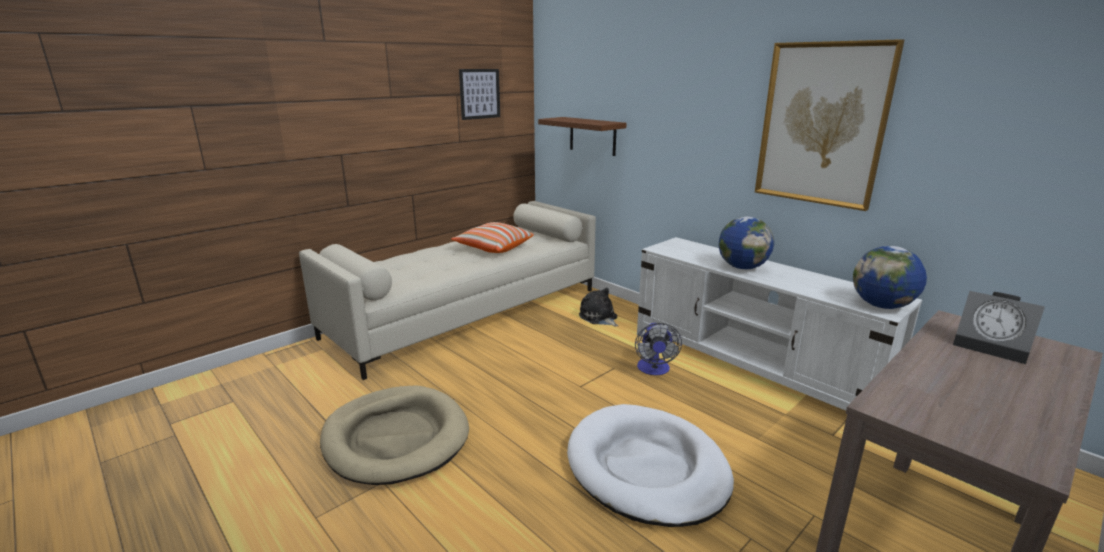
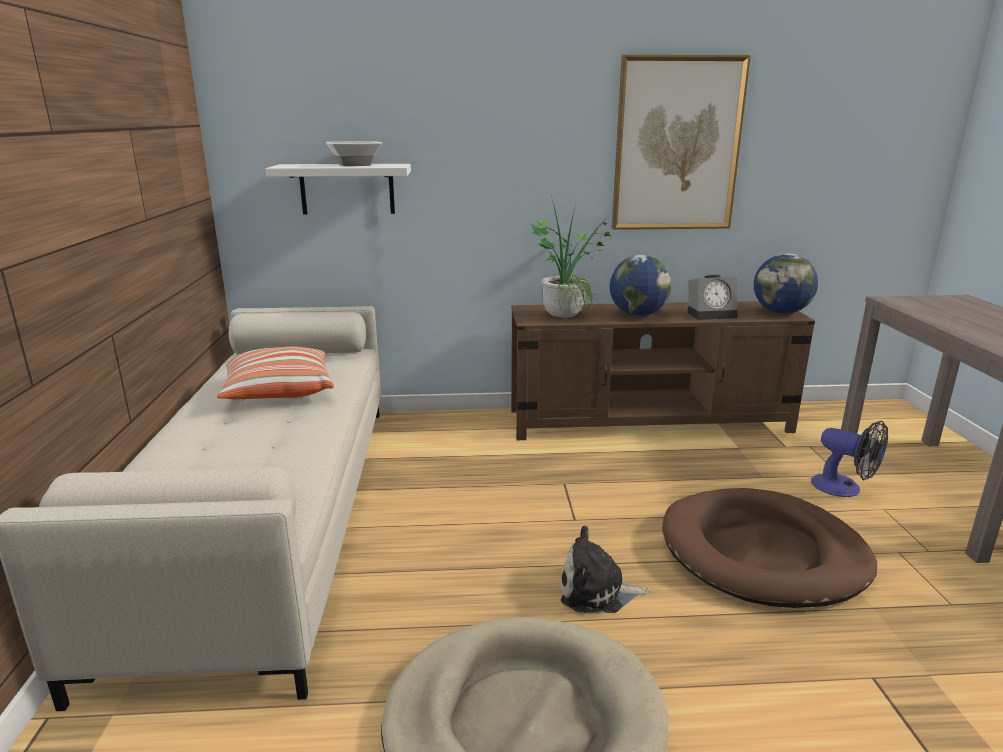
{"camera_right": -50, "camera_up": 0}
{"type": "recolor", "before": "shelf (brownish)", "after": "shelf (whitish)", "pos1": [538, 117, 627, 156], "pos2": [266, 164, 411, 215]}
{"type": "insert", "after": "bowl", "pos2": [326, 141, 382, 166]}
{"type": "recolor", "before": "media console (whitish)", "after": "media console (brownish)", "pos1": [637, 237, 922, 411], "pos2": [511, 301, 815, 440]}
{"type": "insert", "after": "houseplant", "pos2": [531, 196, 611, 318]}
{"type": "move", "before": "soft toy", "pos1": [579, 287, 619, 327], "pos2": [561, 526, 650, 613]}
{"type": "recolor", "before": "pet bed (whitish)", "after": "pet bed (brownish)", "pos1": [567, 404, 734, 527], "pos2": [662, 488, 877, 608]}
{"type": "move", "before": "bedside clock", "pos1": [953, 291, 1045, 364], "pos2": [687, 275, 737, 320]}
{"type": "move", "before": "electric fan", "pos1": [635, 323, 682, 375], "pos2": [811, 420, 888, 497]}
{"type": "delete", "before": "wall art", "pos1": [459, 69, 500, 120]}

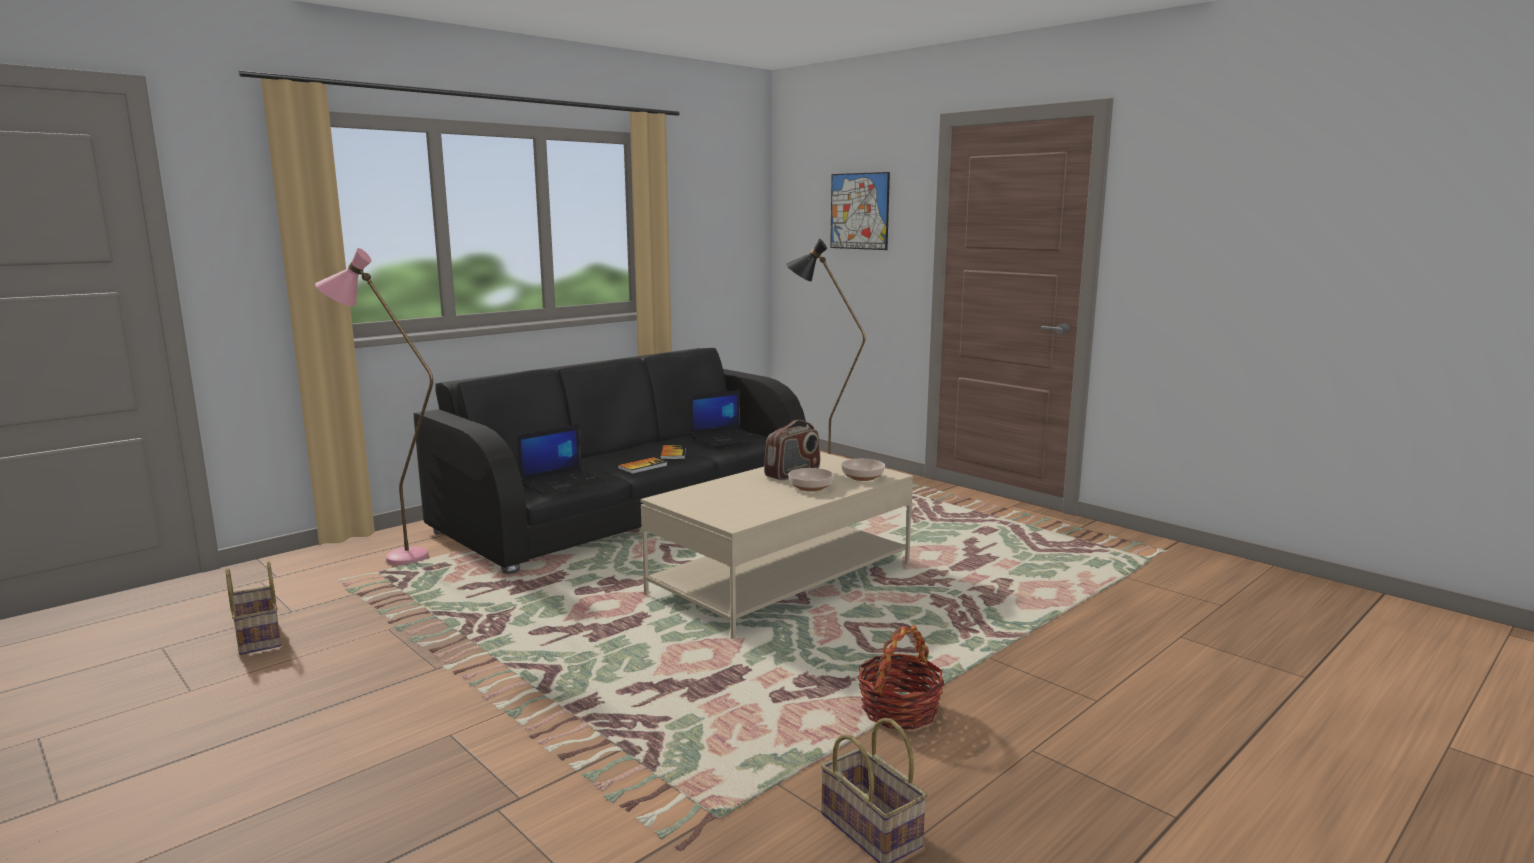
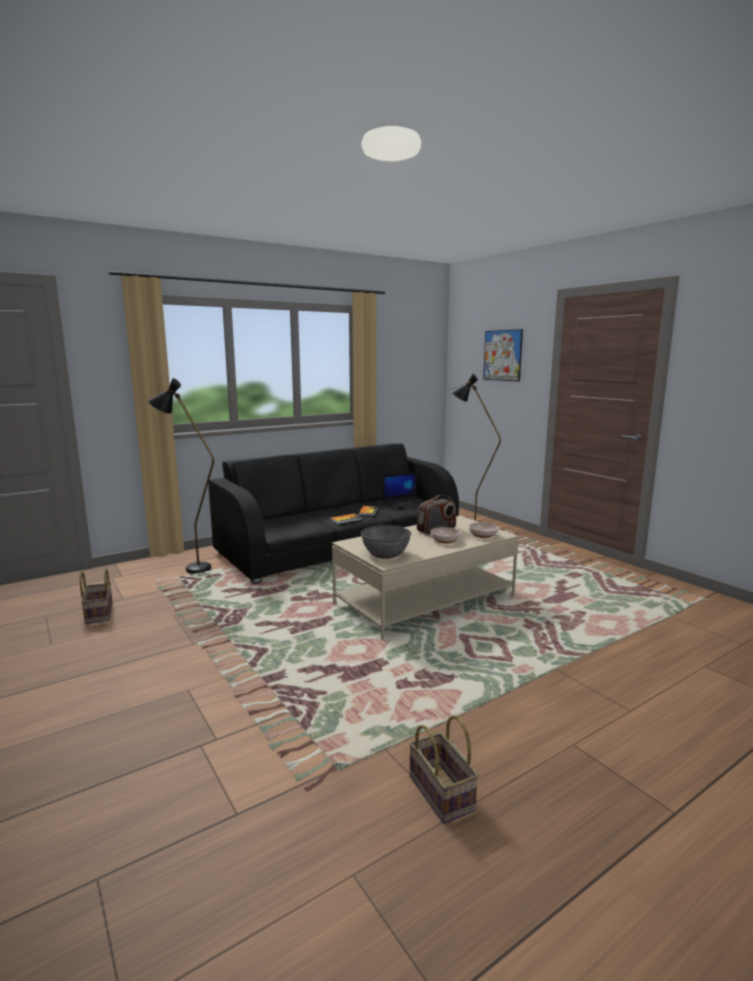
{"camera_right": 10, "camera_up": 0}
{"type": "recolor", "before": "standard lamp (pink-coloured)", "after": "standard lamp (black)", "pos1": [315, 248, 433, 565], "pos2": [148, 378, 214, 574]}
{"type": "insert", "after": "bowl (gray)", "pos2": [361, 525, 411, 559]}
{"type": "delete", "before": "portable computer", "pos1": [517, 424, 606, 496]}
{"type": "delete", "before": "basket", "pos1": [858, 625, 944, 730]}

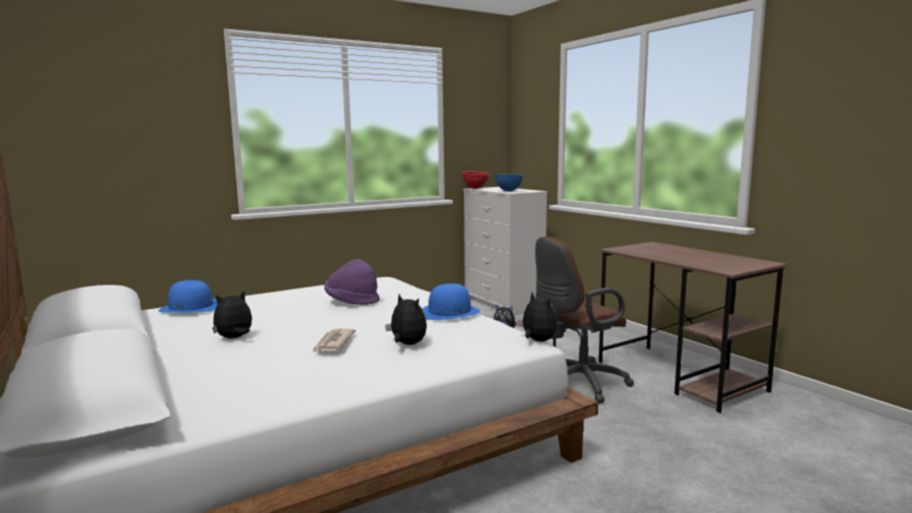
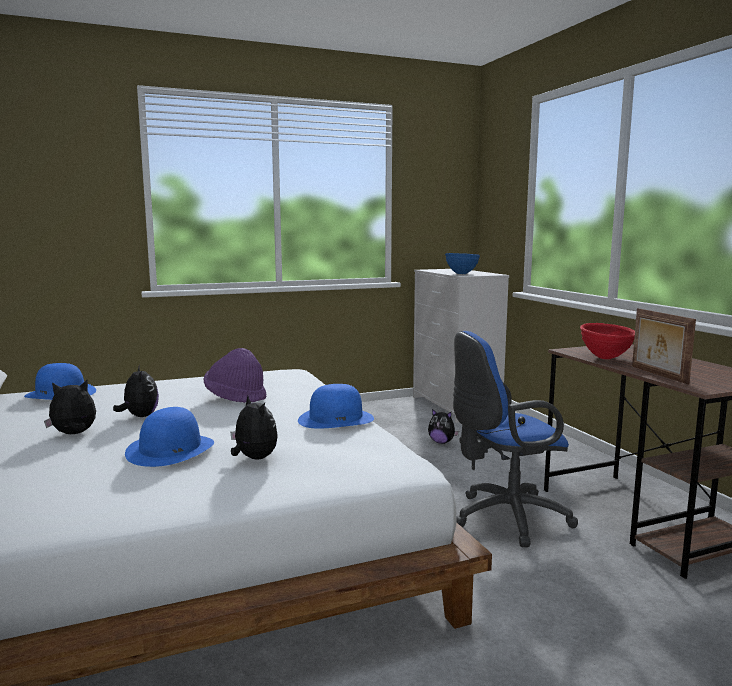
{"camera_right": 10, "camera_up": 0}
{"type": "move", "before": "soft toy", "pos1": [517, 292, 557, 342], "pos2": [113, 365, 159, 417]}
{"type": "replace", "before": "newspaper", "after": "hat (blue)", "pos1": [312, 329, 356, 353], "pos2": [125, 407, 214, 467]}
{"type": "recolor", "before": "computer chair (brownish)", "after": "computer chair (blue)", "pos1": [535, 236, 634, 403], "pos2": [453, 331, 578, 547]}
{"type": "move", "before": "bowl (reddish)", "pos1": [462, 171, 489, 189], "pos2": [580, 323, 635, 359]}
{"type": "insert", "after": "photo frame", "pos2": [632, 308, 696, 384]}

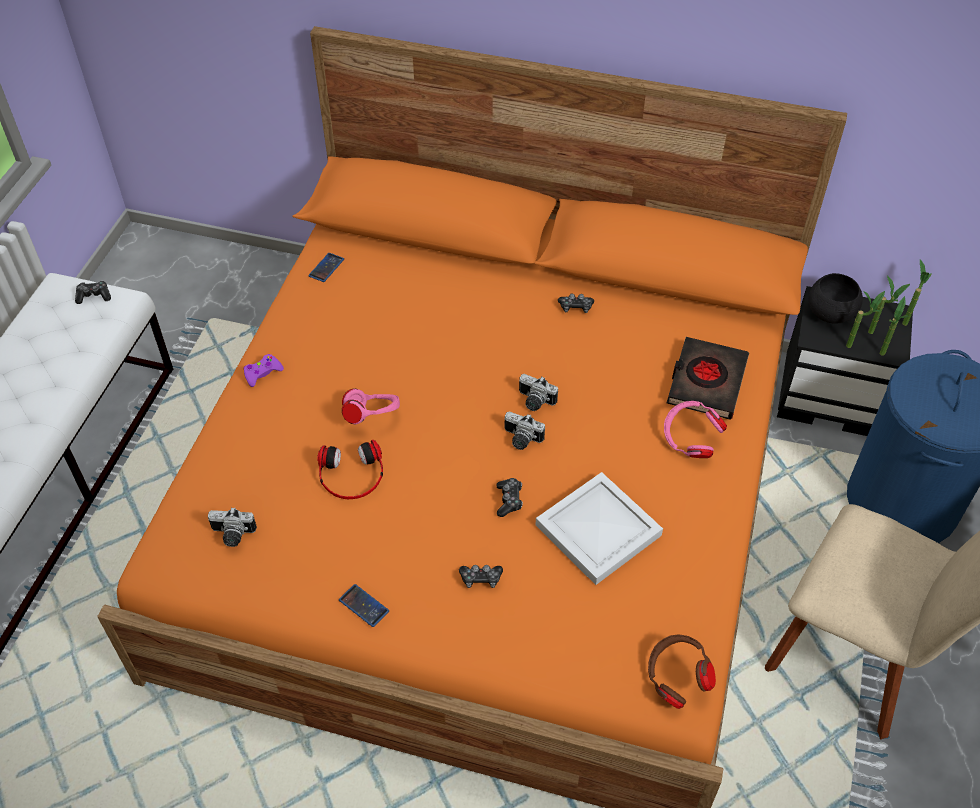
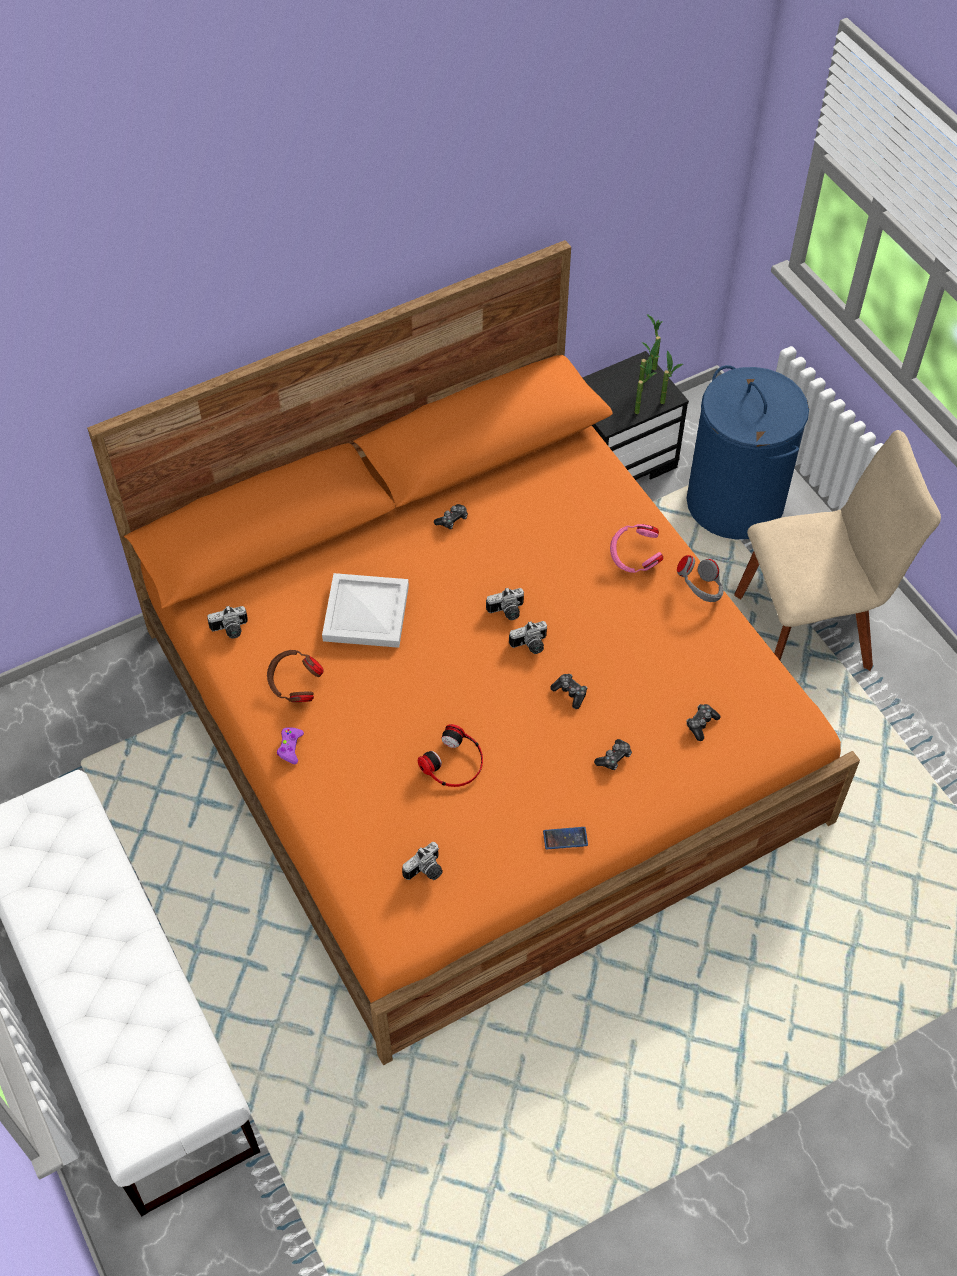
{"camera_right": -45, "camera_up": 5}
{"type": "replace", "before": "phone", "after": "still camera", "pos1": [308, 253, 344, 282], "pos2": [207, 606, 248, 638]}
{"type": "move", "before": "headphones (brownish)", "pos1": [648, 634, 716, 709], "pos2": [267, 650, 324, 702]}
{"type": "move", "before": "serving tray (whitish)", "pos1": [536, 472, 663, 585], "pos2": [322, 573, 409, 648]}
{"type": "insert", "after": "headphones (gray)", "pos2": [677, 555, 724, 602]}
{"type": "move", "before": "joypad", "pos1": [75, 281, 111, 304], "pos2": [686, 704, 721, 741]}
{"type": "delete", "before": "headphones (pink-coloured)", "pos1": [342, 389, 400, 425]}
{"type": "delete", "before": "bound book (black)", "pos1": [667, 337, 749, 420]}
{"type": "delete", "before": "bowl (black)", "pos1": [808, 273, 863, 323]}

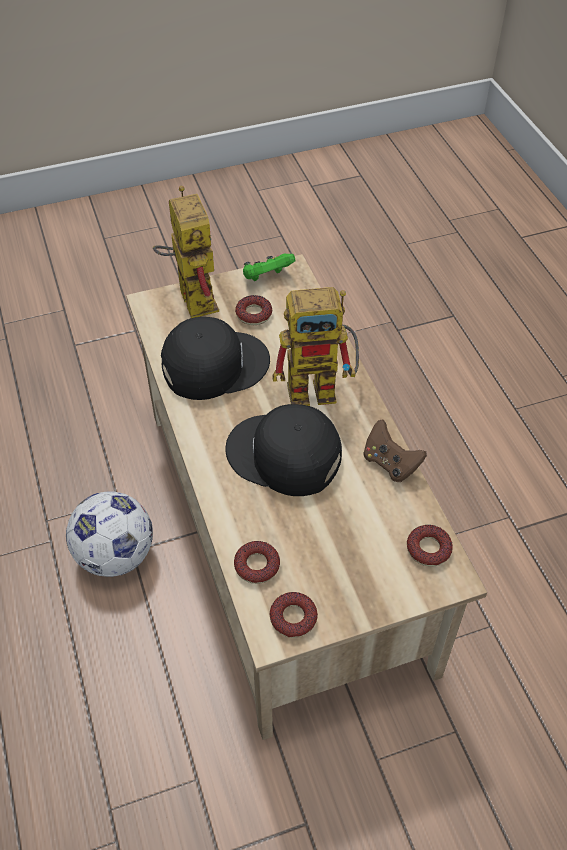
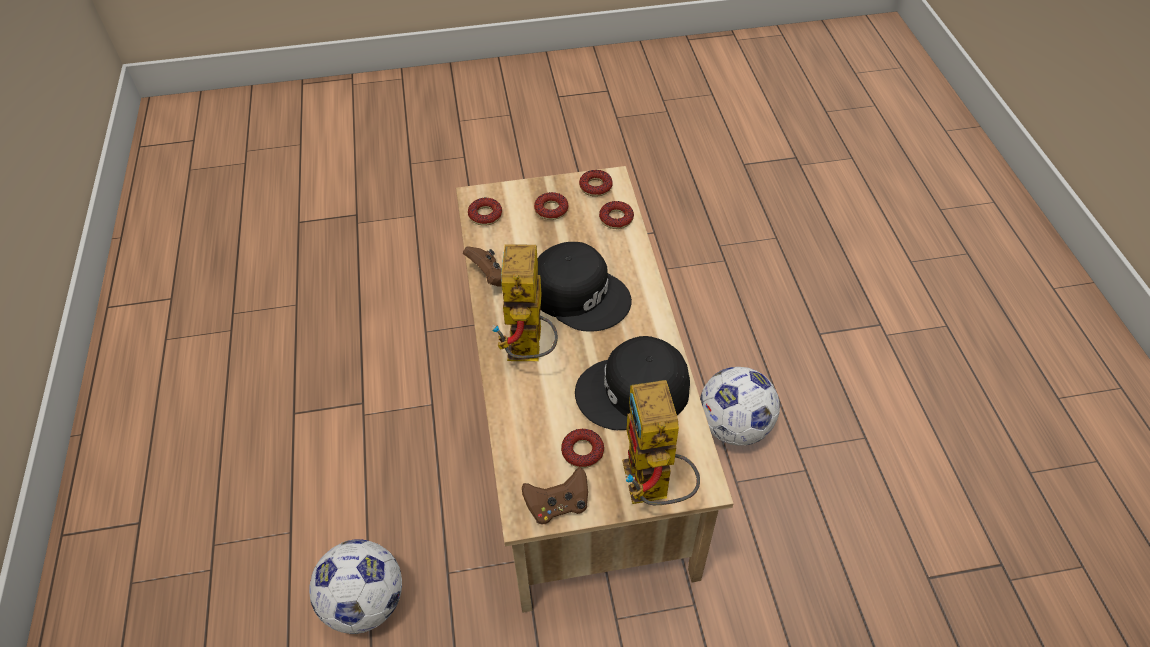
{"camera_right": -170, "camera_up": 0}
{"type": "insert", "after": "football", "pos2": [309, 539, 402, 634]}
{"type": "rotate", "before": "model robot", "pos1": [272, 287, 359, 406], "pos2": [492, 244, 558, 361], "turn": -90}
{"type": "recolor", "before": "joypad (green-coloured)", "after": "joypad (brownish)", "pos1": [243, 254, 295, 281], "pos2": [522, 467, 588, 524]}
{"type": "insert", "after": "ring doughnut", "pos2": [534, 192, 568, 220]}

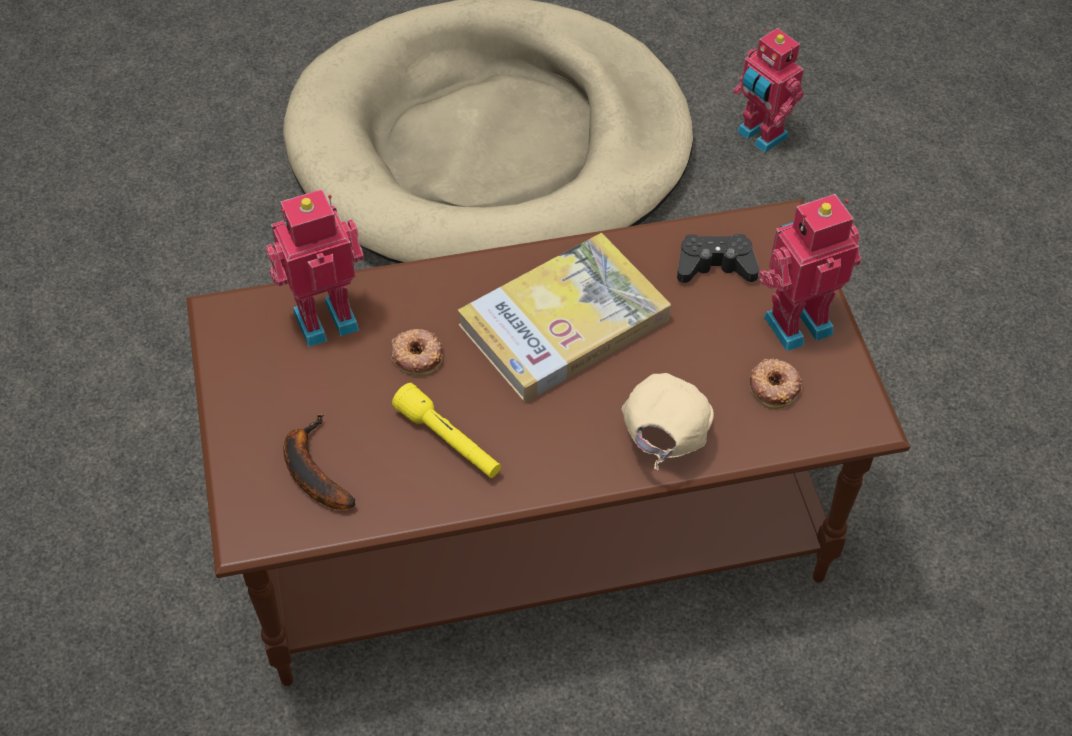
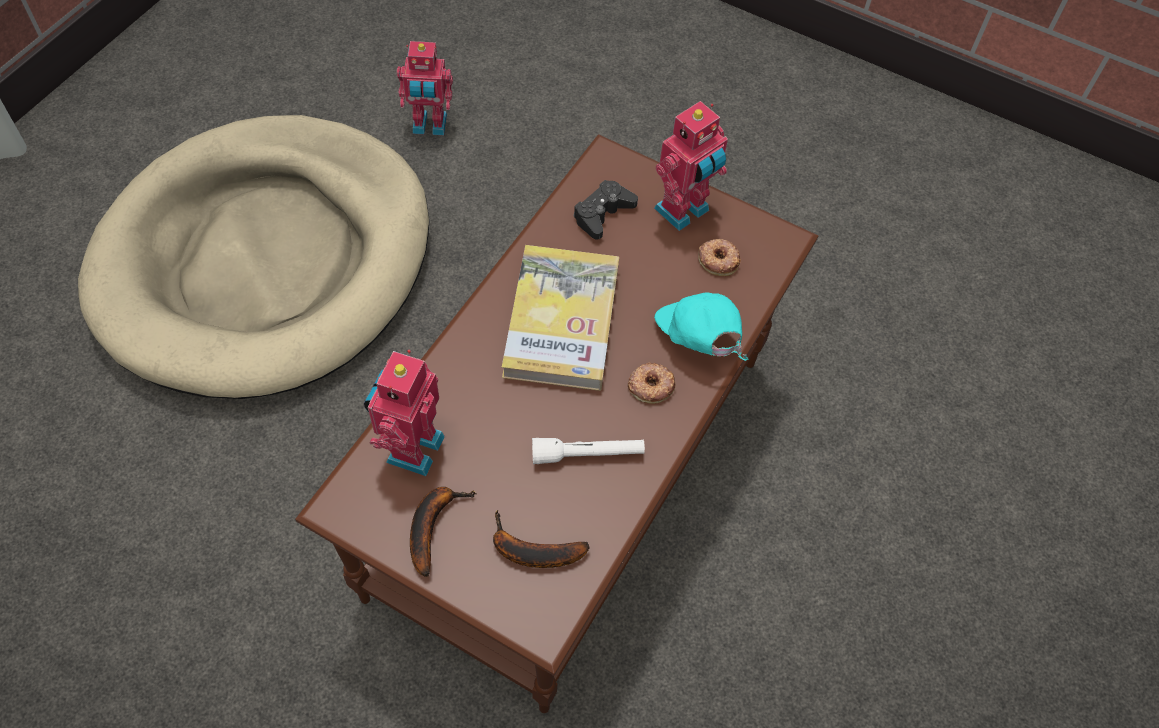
{"camera_right": -50, "camera_up": 5}
{"type": "insert", "after": "whole banana", "pos2": [410, 487, 476, 577]}
{"type": "recolor", "before": "hand torch (yellow)", "after": "hand torch (whitish)", "pos1": [392, 383, 501, 478], "pos2": [532, 438, 645, 464]}
{"type": "move", "before": "ring doughnut", "pos1": [391, 329, 443, 376], "pos2": [628, 362, 675, 404]}
{"type": "rotate", "before": "model robot", "pos1": [758, 194, 861, 351], "pos2": [654, 101, 728, 231], "turn": -150}
{"type": "recolor", "before": "cap (beige-coloured)", "after": "cap (turquoise)", "pos1": [621, 373, 714, 470], "pos2": [654, 292, 749, 361]}

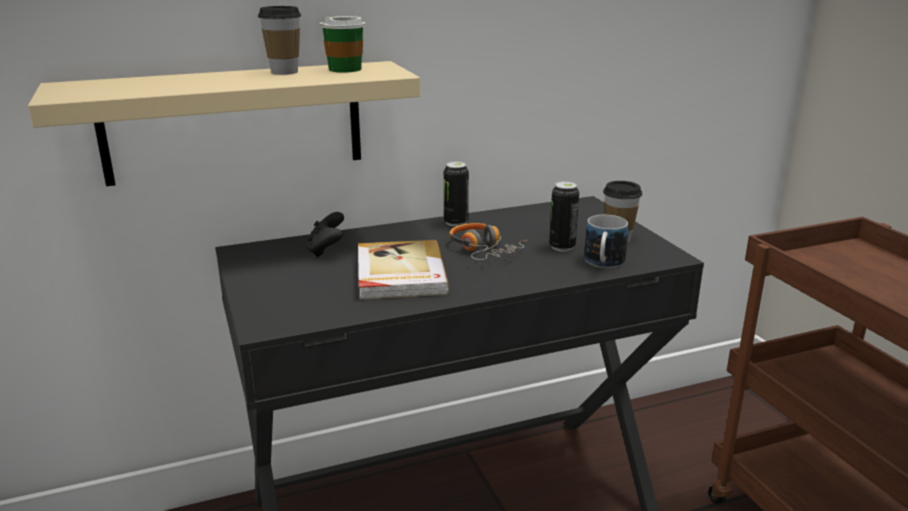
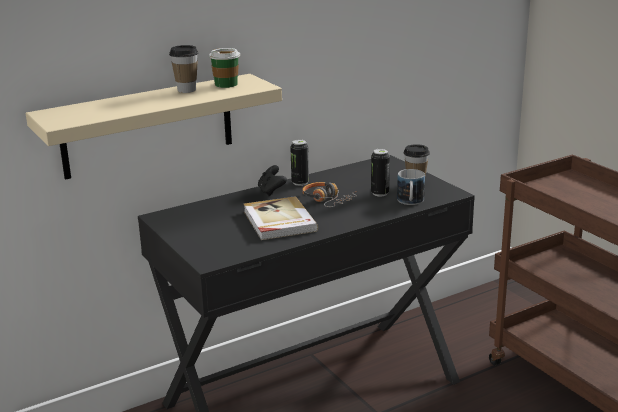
{"camera_right": -10, "camera_up": 0}
{"type": "move", "before": "joypad (black)", "pos1": [307, 212, 344, 257], "pos2": [258, 165, 287, 196]}

